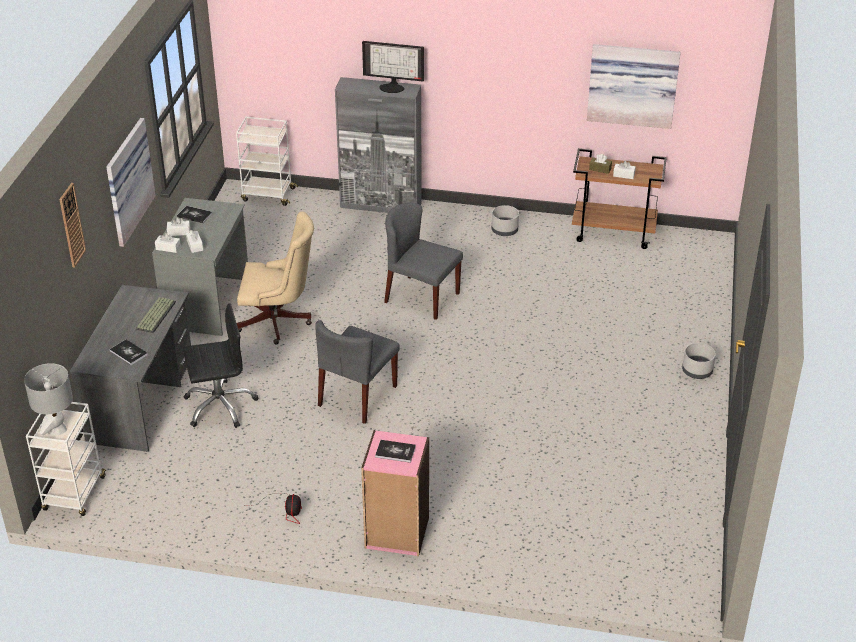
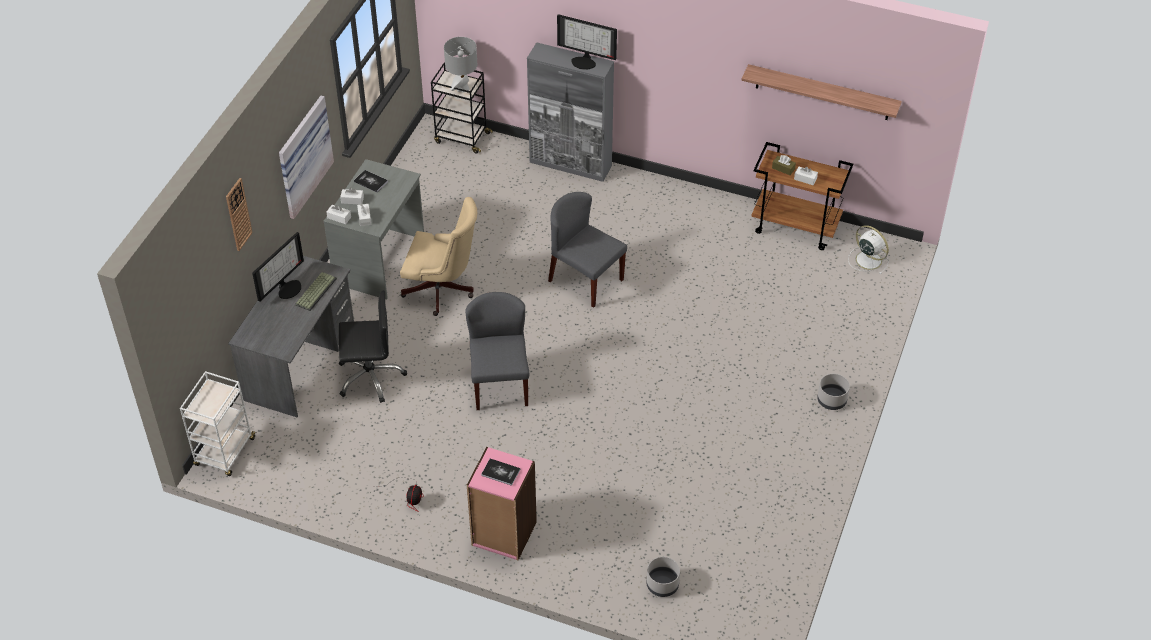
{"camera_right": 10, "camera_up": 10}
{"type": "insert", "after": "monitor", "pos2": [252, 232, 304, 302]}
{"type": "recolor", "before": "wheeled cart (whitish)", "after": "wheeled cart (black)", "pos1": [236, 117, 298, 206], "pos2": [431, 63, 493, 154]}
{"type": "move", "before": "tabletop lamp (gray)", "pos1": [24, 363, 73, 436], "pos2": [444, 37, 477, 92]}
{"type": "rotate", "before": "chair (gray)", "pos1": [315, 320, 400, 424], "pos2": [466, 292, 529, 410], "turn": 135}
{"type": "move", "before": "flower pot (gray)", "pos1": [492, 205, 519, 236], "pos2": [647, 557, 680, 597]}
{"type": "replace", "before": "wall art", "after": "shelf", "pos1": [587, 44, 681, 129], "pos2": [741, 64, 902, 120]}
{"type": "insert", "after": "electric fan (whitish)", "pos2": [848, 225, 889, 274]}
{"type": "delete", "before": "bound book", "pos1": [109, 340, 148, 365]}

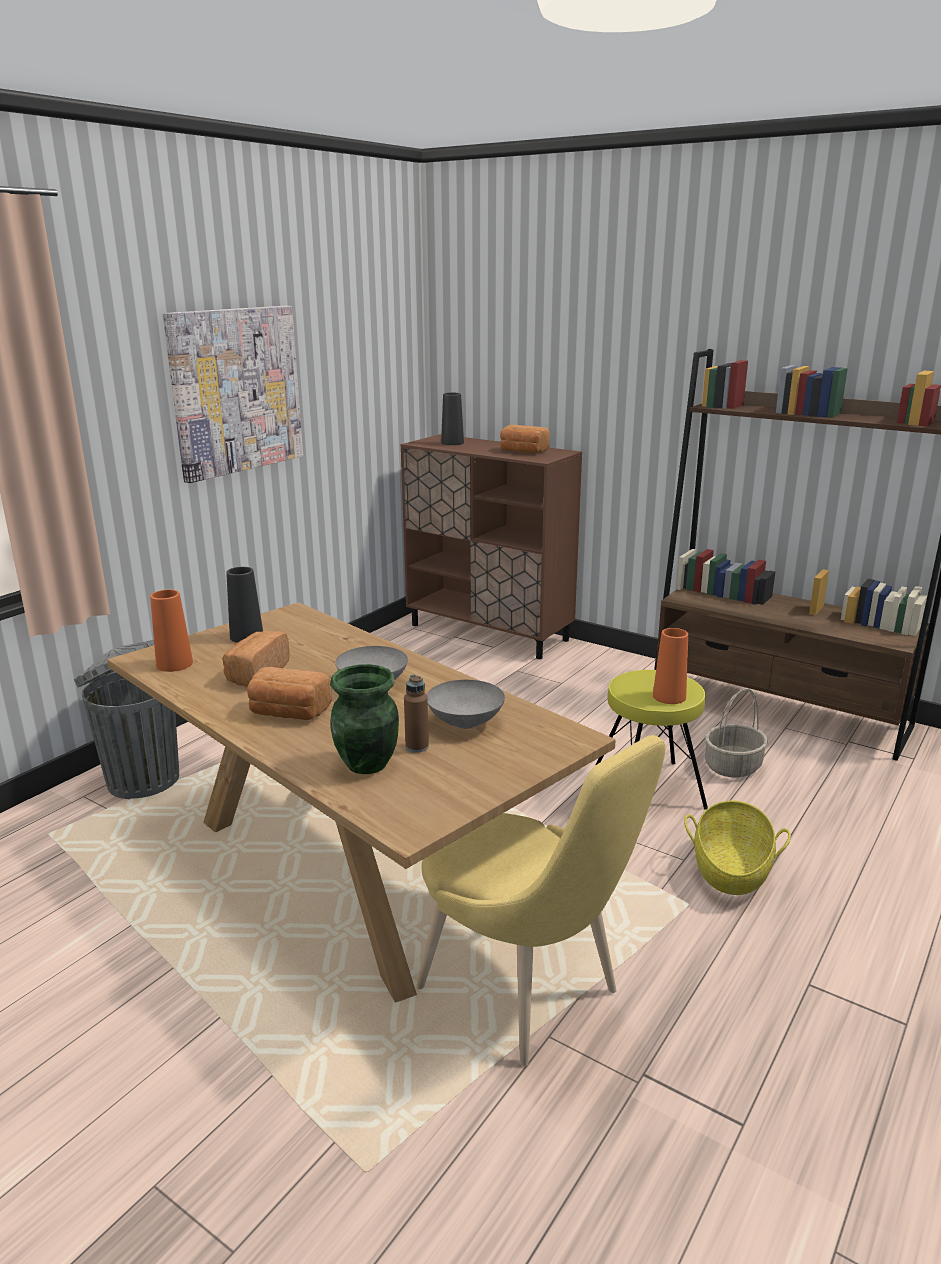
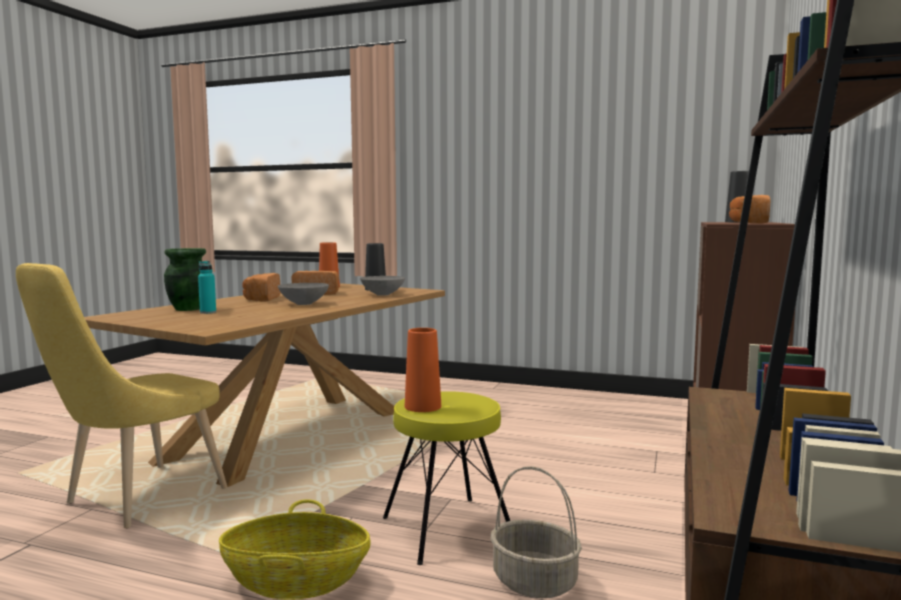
{"camera_right": 75, "camera_up": -15}
{"type": "recolor", "before": "beverage bottle (brownish)", "after": "beverage bottle (turquoise)", "pos1": [404, 674, 429, 753], "pos2": [198, 261, 216, 314]}
{"type": "move", "before": "bowl (gray)", "pos1": [426, 680, 505, 729], "pos2": [360, 276, 405, 296]}
{"type": "delete", "before": "waste bin (gray)", "pos1": [74, 640, 179, 799]}
{"type": "delete", "before": "wall art", "pos1": [163, 306, 303, 483]}

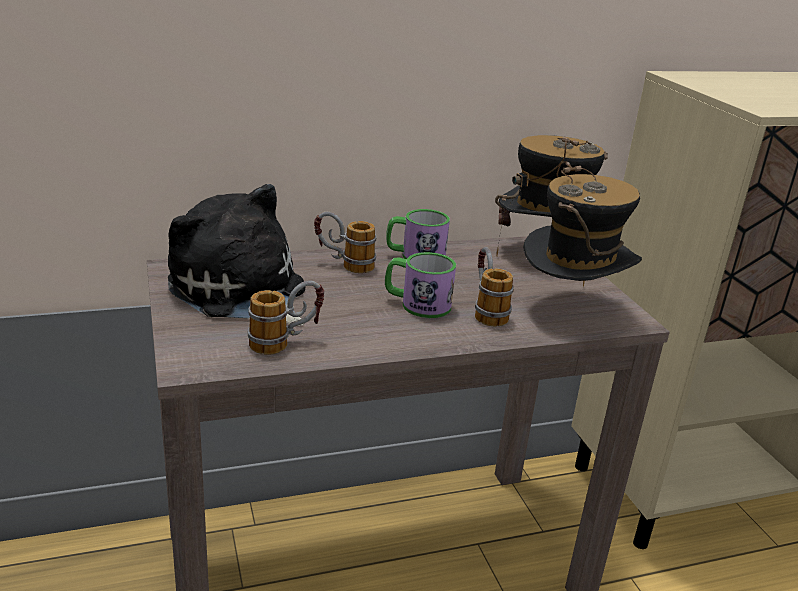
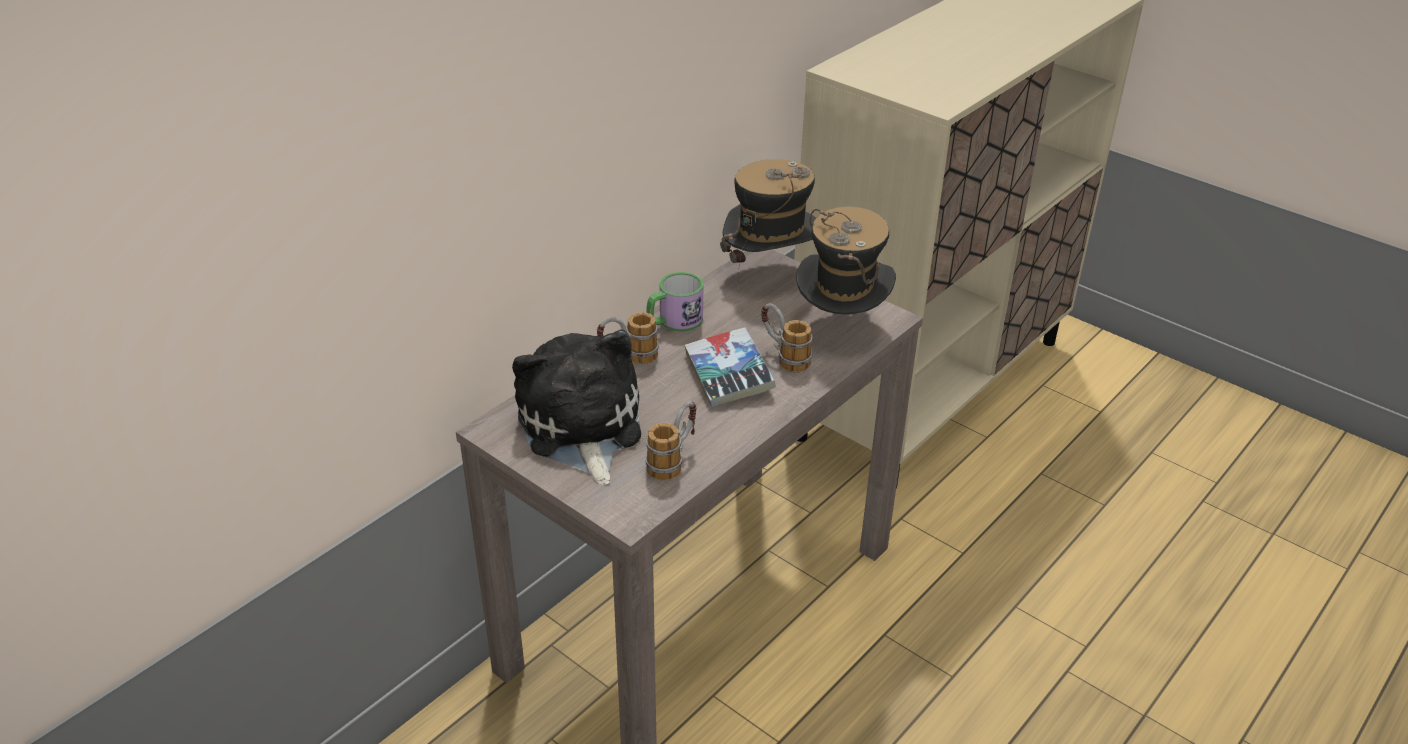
{"camera_right": -30, "camera_up": 10}
{"type": "rotate", "before": "soft toy", "pos1": [168, 184, 305, 326], "pos2": [512, 330, 641, 485], "turn": 60}
{"type": "replace", "before": "tea mug", "after": "bound book", "pos1": [385, 252, 456, 318], "pos2": [684, 327, 776, 407]}

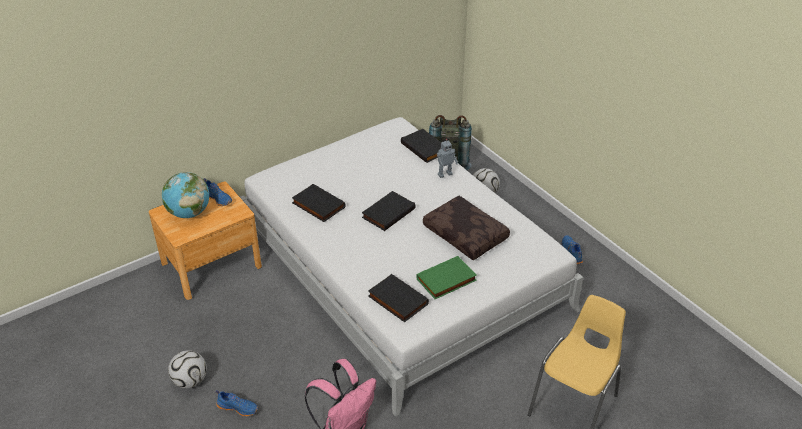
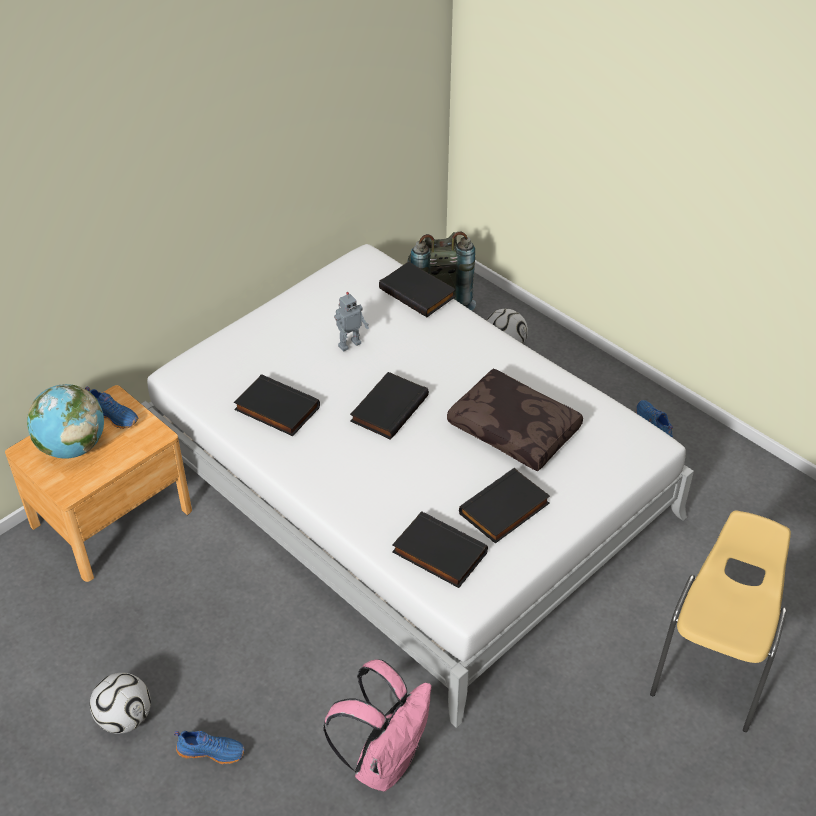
{"camera_right": -10, "camera_up": 5}
{"type": "move", "before": "model robot", "pos1": [437, 139, 458, 178], "pos2": [334, 292, 369, 351]}
{"type": "recolor", "before": "bound book (green-coloured)", "after": "bound book (black)", "pos1": [416, 256, 477, 299], "pos2": [459, 468, 550, 544]}

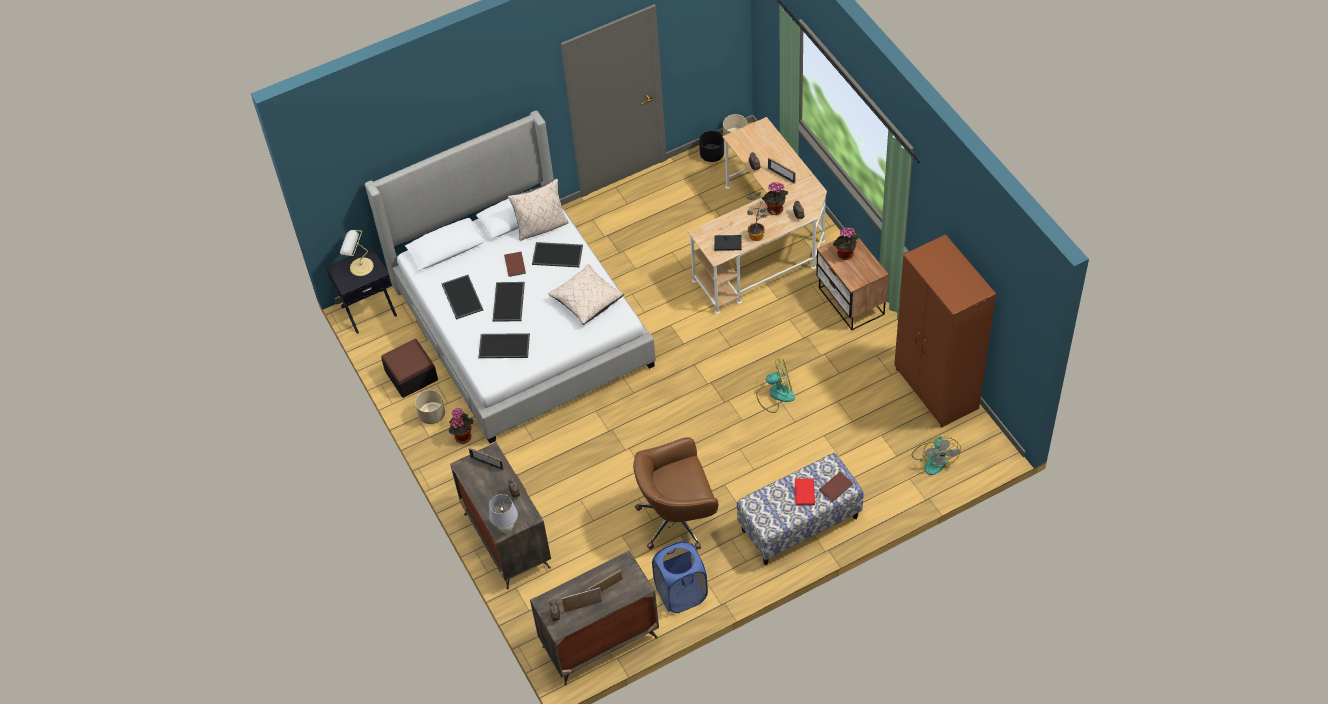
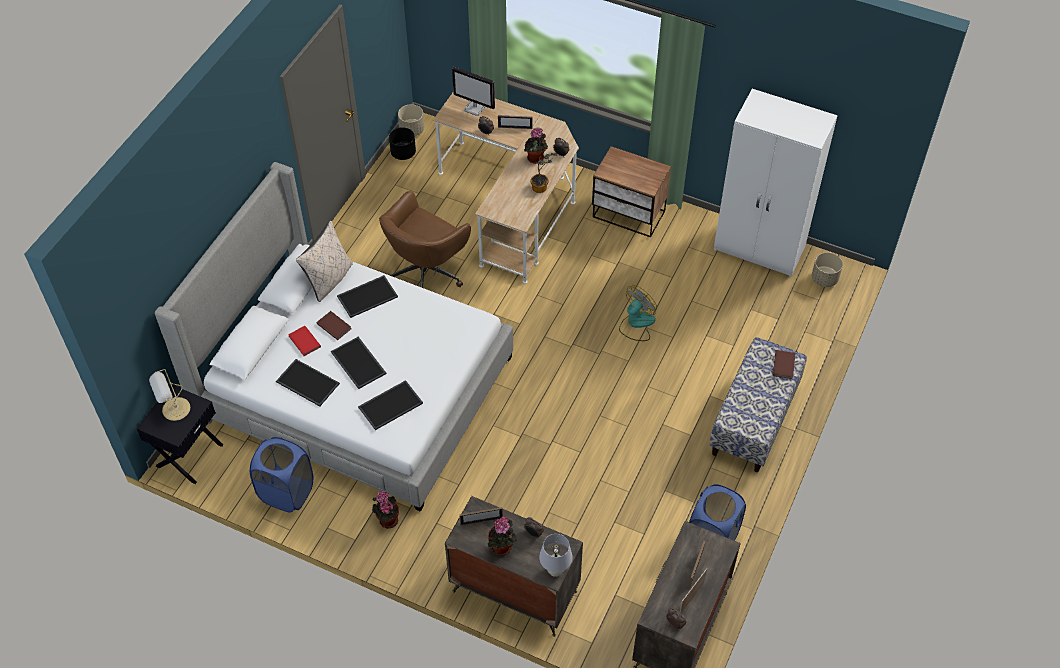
{"camera_right": -40, "camera_up": 0}
{"type": "replace", "before": "pouffe", "after": "laundry basket (blue)", "pos1": [381, 339, 438, 398], "pos2": [250, 437, 313, 513]}
{"type": "move", "before": "bound book (reddish)", "pos1": [795, 478, 815, 506], "pos2": [288, 326, 321, 356]}
{"type": "move", "before": "computer chair (brownish)", "pos1": [633, 437, 718, 550], "pos2": [379, 191, 471, 288]}
{"type": "insert", "after": "monitor", "pos2": [452, 66, 495, 116]}
{"type": "move", "before": "houseplant", "pos1": [833, 227, 859, 260], "pos2": [488, 517, 517, 556]}
{"type": "recolor", "before": "armoire (brownish)", "after": "armoire (whitish)", "pos1": [894, 234, 996, 428], "pos2": [714, 89, 838, 277]}
{"type": "move", "before": "flower pot (beige-coloured)", "pos1": [415, 390, 445, 424], "pos2": [812, 252, 843, 287]}
{"type": "delete", "before": "pillow (beige-coloured)", "pos1": [548, 264, 624, 325]}
{"type": "delete", "before": "bound book (black)", "pos1": [714, 235, 742, 251]}
{"type": "delete", "before": "electric fan", "pos1": [912, 436, 961, 475]}

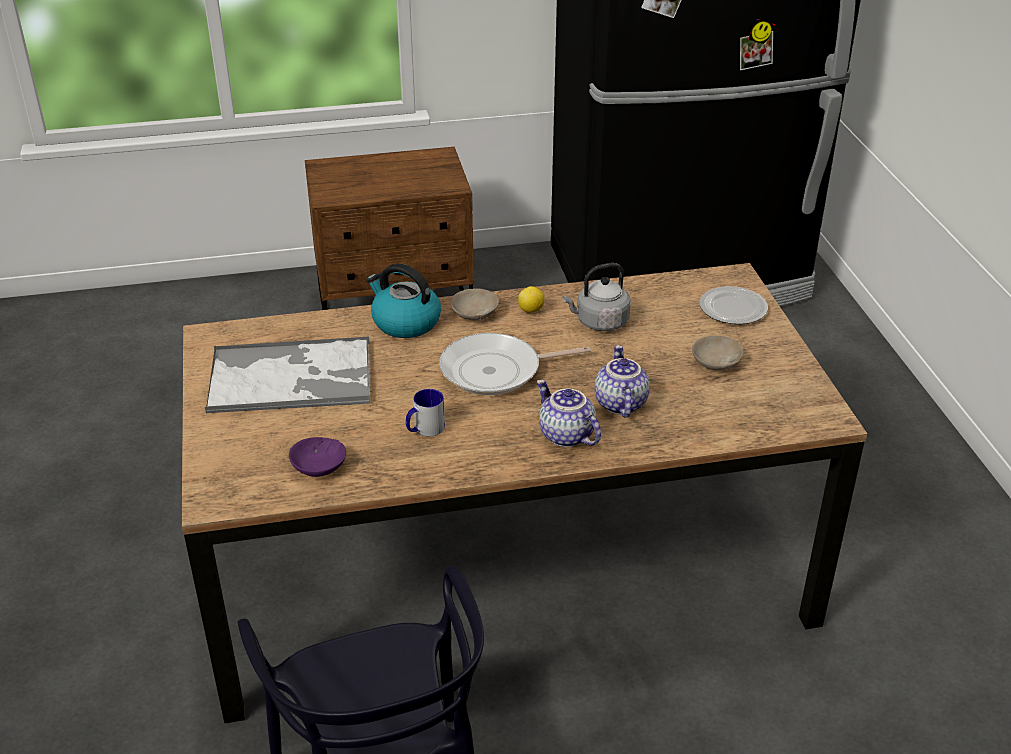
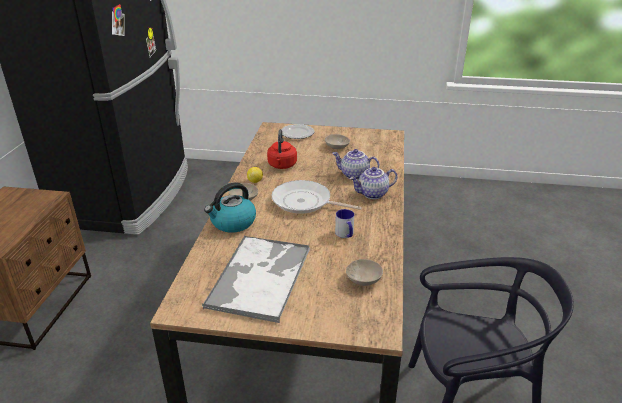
{"camera_right": -70, "camera_up": -5}
{"type": "recolor", "before": "kettle (gray)", "after": "kettle (reddish)", "pos1": [563, 263, 631, 331], "pos2": [267, 129, 297, 169]}
{"type": "rotate", "before": "pan", "pos1": [439, 333, 591, 395], "pos2": [271, 180, 362, 214], "turn": 105}
{"type": "recolor", "before": "bowl (purple)", "after": "bowl (beige-coloured)", "pos1": [289, 437, 346, 477], "pos2": [346, 259, 383, 286]}

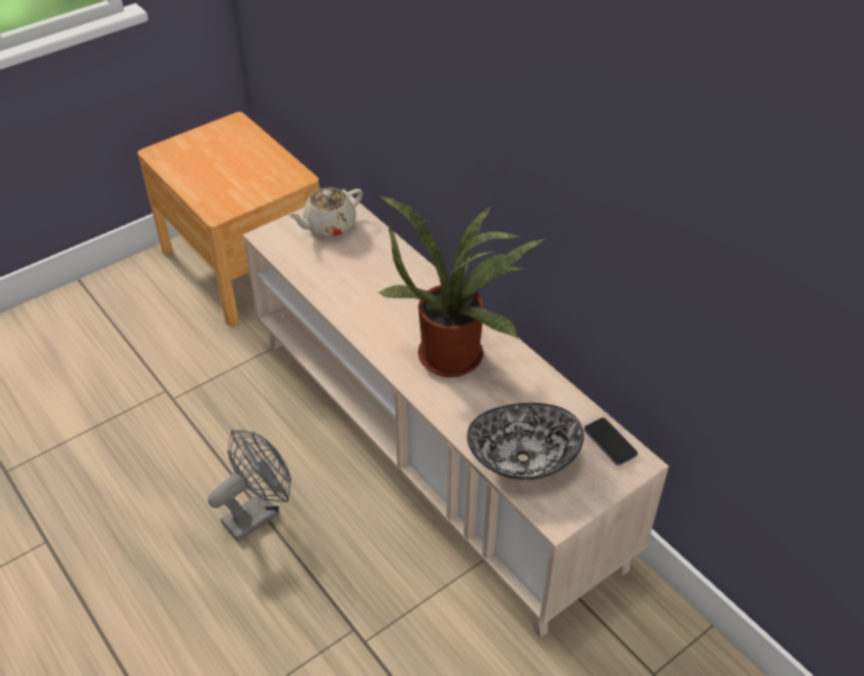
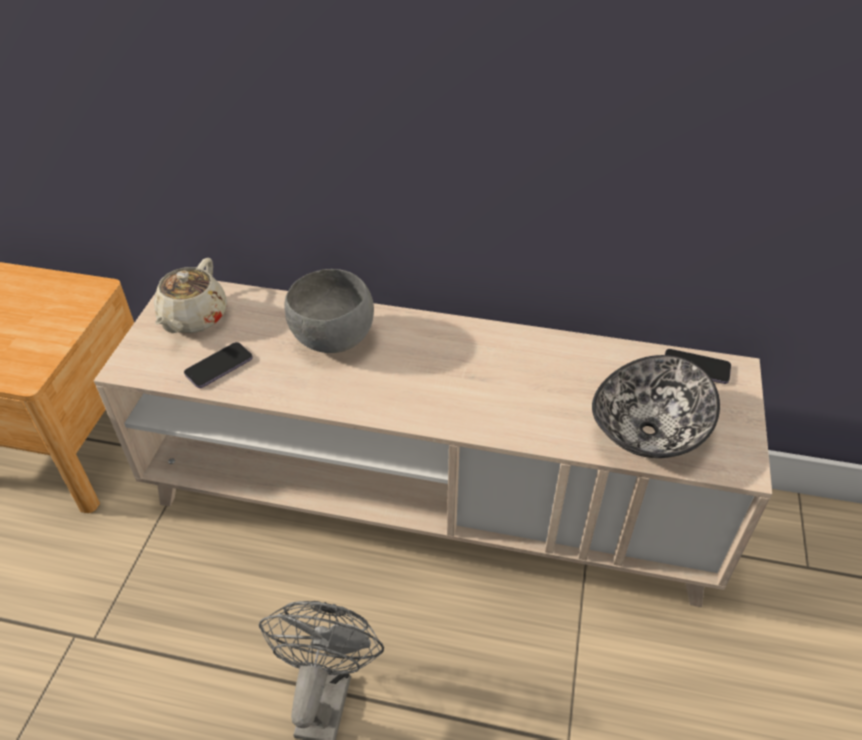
{"camera_right": -40, "camera_up": 0}
{"type": "insert", "after": "phone", "pos2": [184, 342, 253, 388]}
{"type": "insert", "after": "bowl (gray)", "pos2": [284, 269, 374, 353]}
{"type": "delete", "before": "houseplant", "pos1": [378, 196, 545, 377]}

